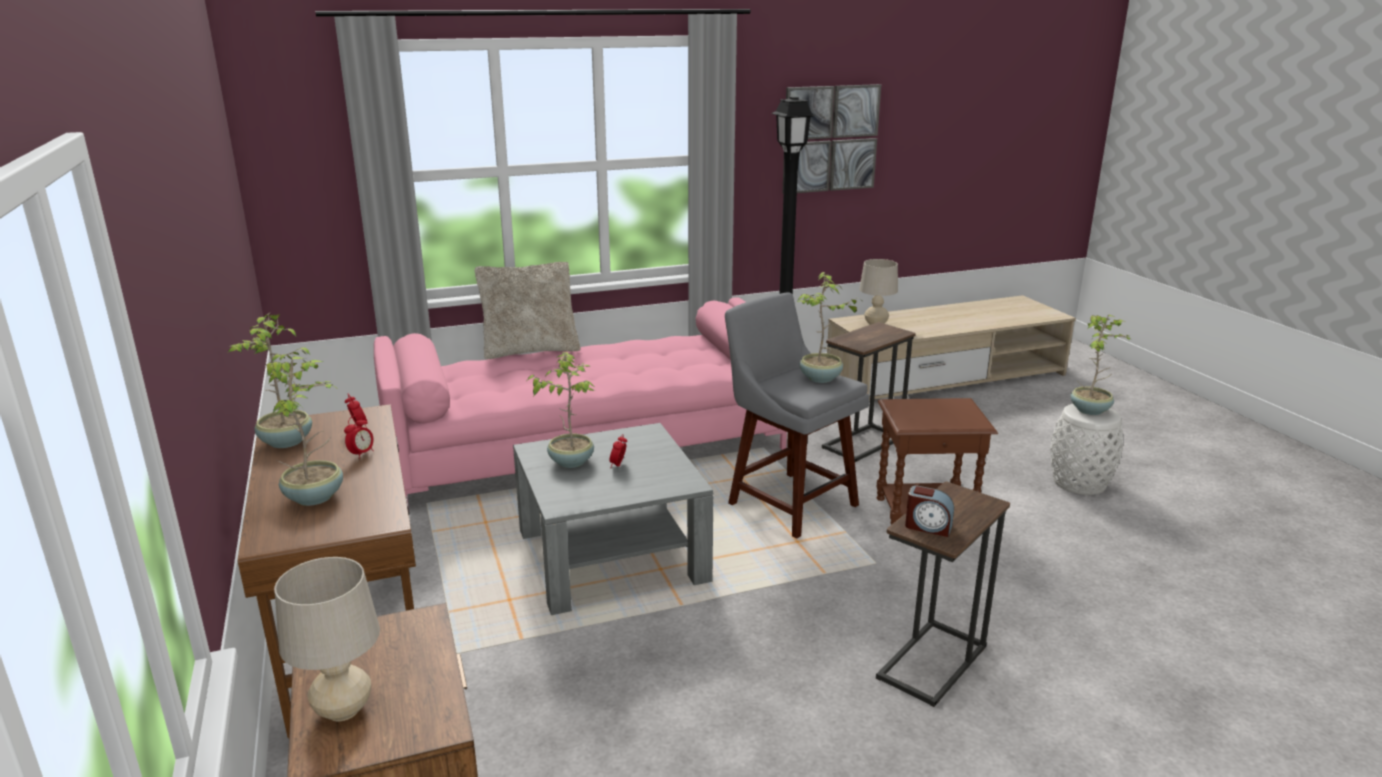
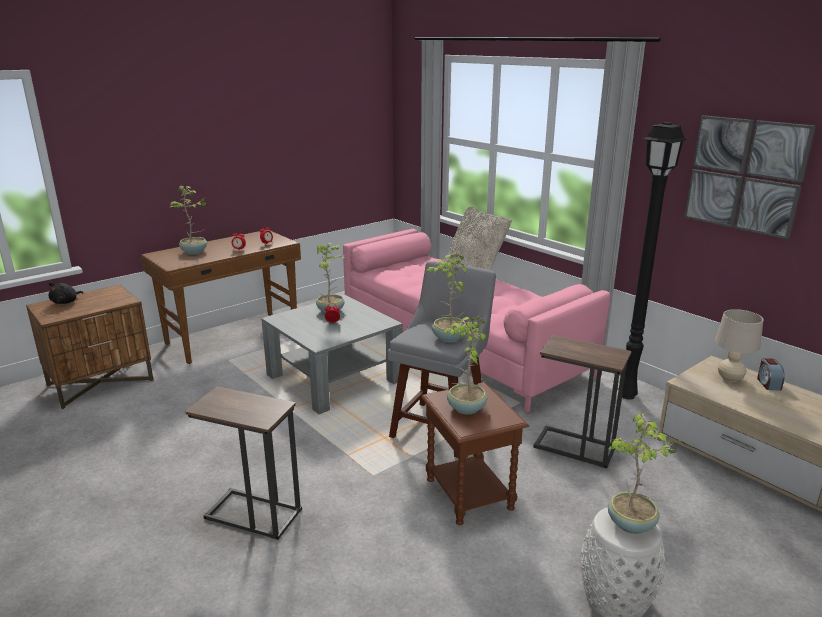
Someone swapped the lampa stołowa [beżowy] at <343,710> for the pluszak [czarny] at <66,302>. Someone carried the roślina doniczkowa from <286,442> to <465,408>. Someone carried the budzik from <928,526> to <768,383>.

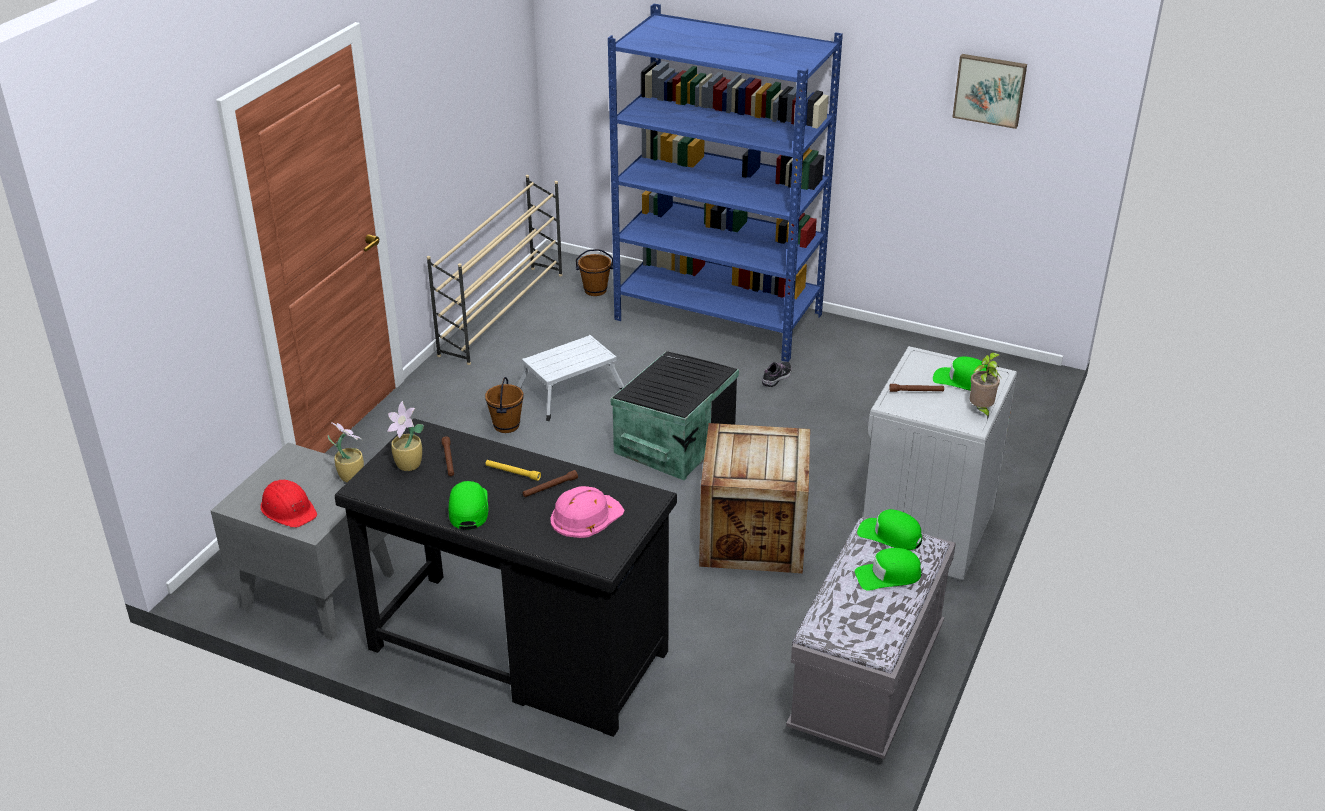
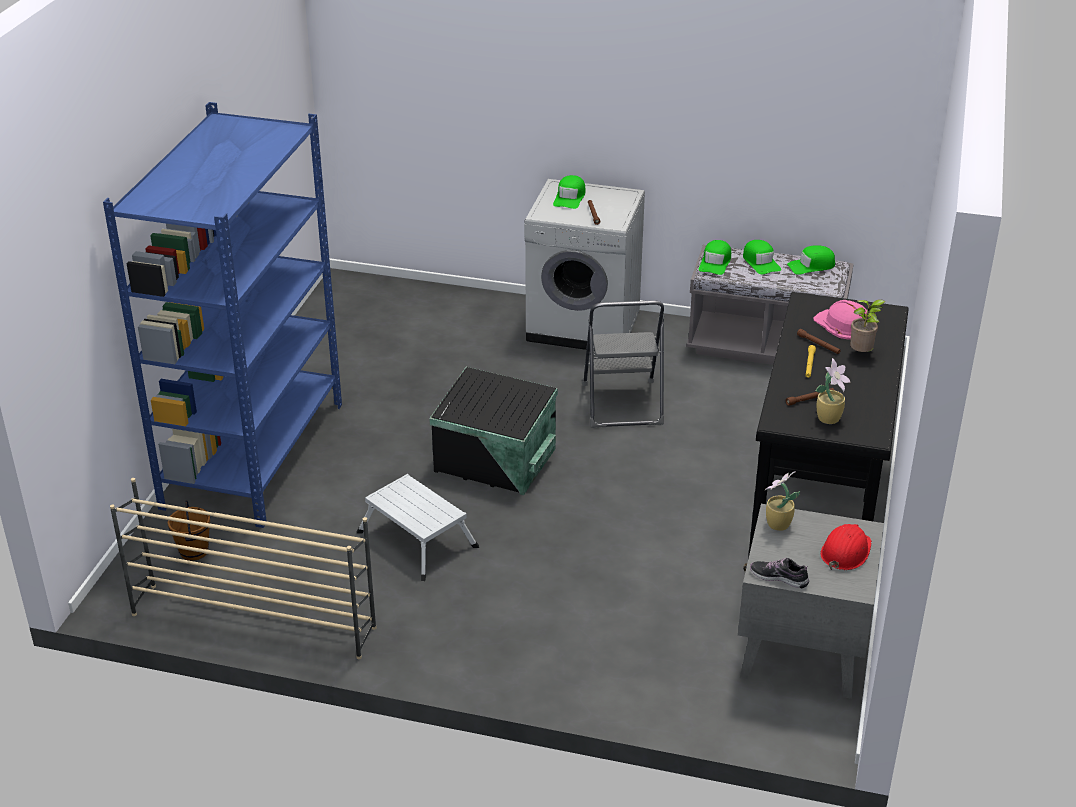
Someone swapped the skrzynka at <753,536> for the drabinka [szary] at <622,405>. Someone carried the but from <777,377> to <779,577>. Someone carried the czapka z daszkiem [zielony] from <468,508> to <811,266>. Someone carried the roślina doniczkowa from <981,410> to <862,354>. Someone took away the wiadro [brązowy] at <506,426>. Someone took away the obraz at <990,89>.

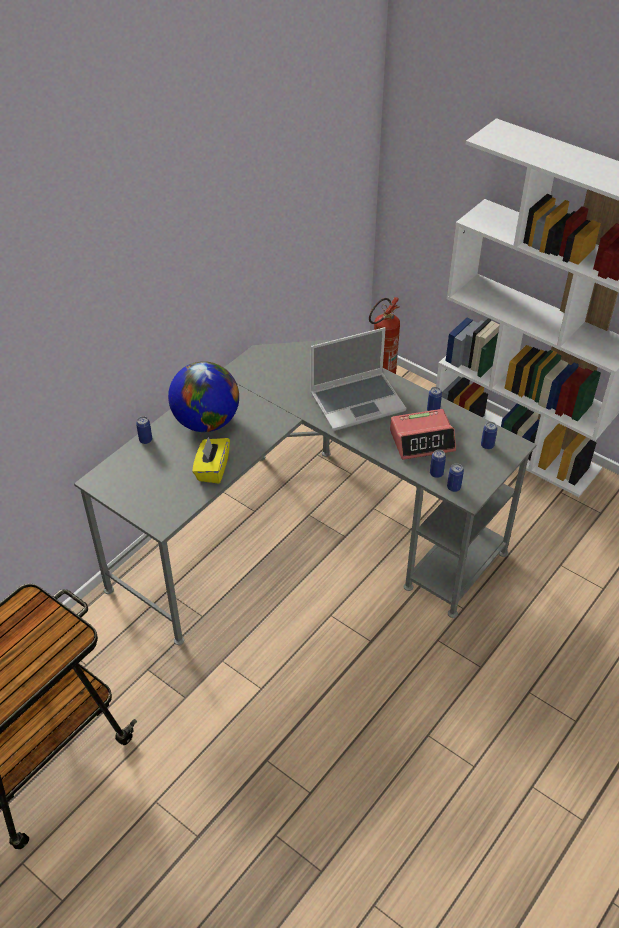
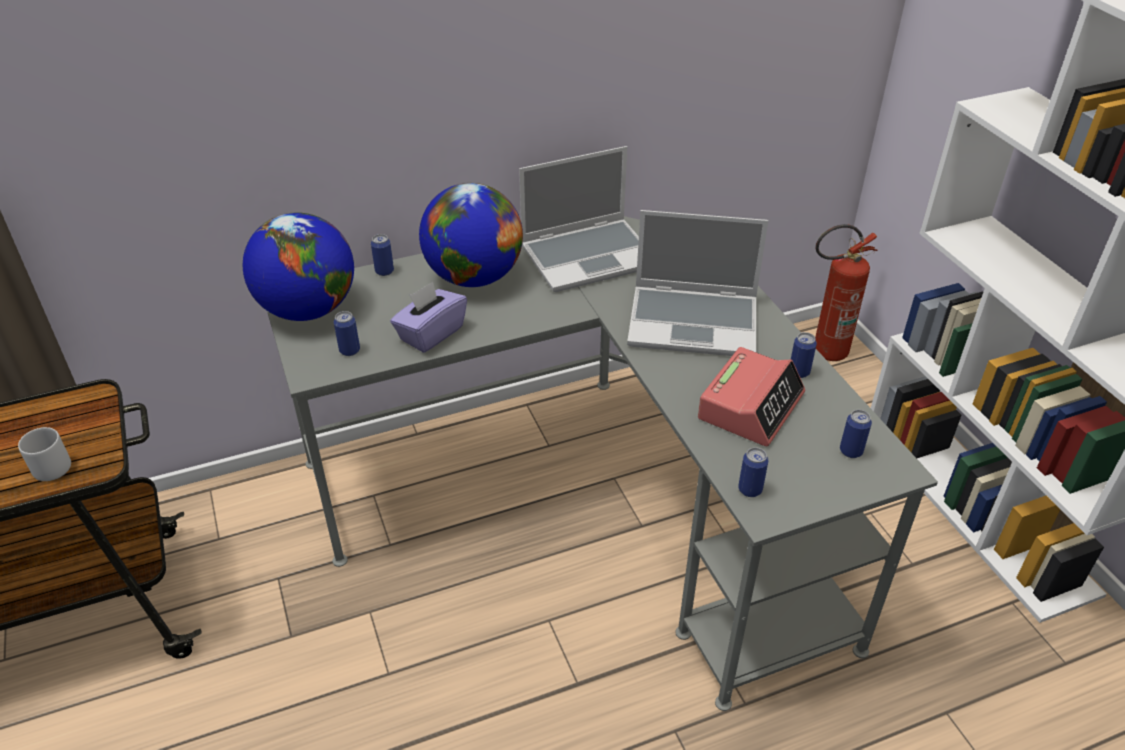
Someone put down the kubek [szary] at <51,465>. Someone put down the globus at <308,309>. Someone carried the puszka from <436,473> to <349,350>. Someone repainted the pudełko chusteczek [żółty] at <212,469>, which became the pudełko chusteczek [fioletowy] at <431,333>. Someone put down the laptop at <589,256>. Someone rotated the budzik at <422,440> by 75 degrees counterclockwise.

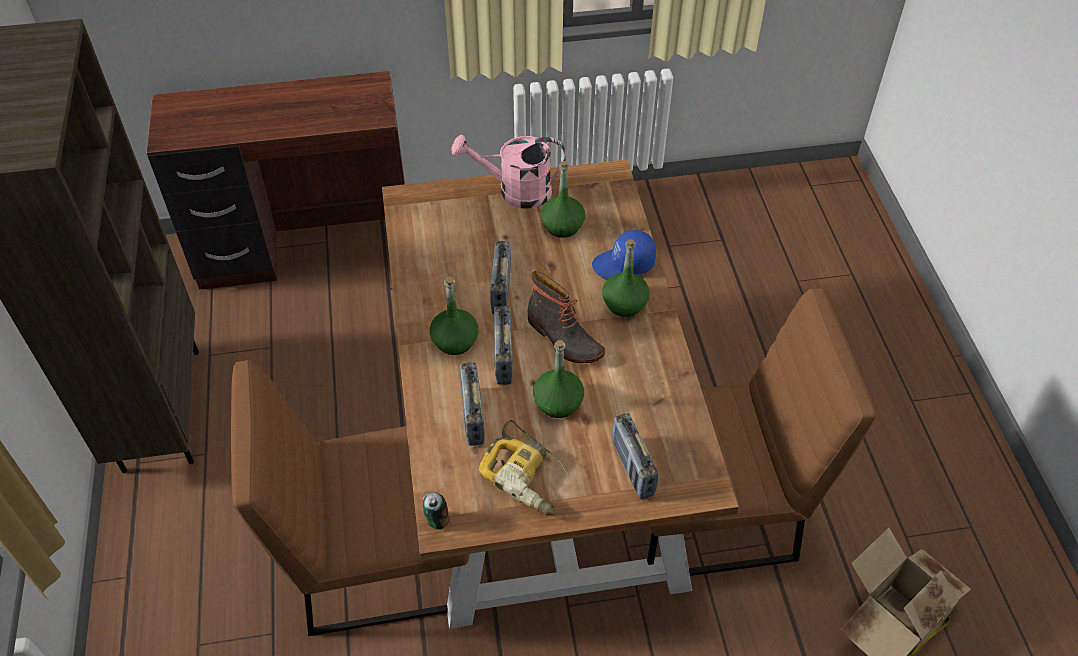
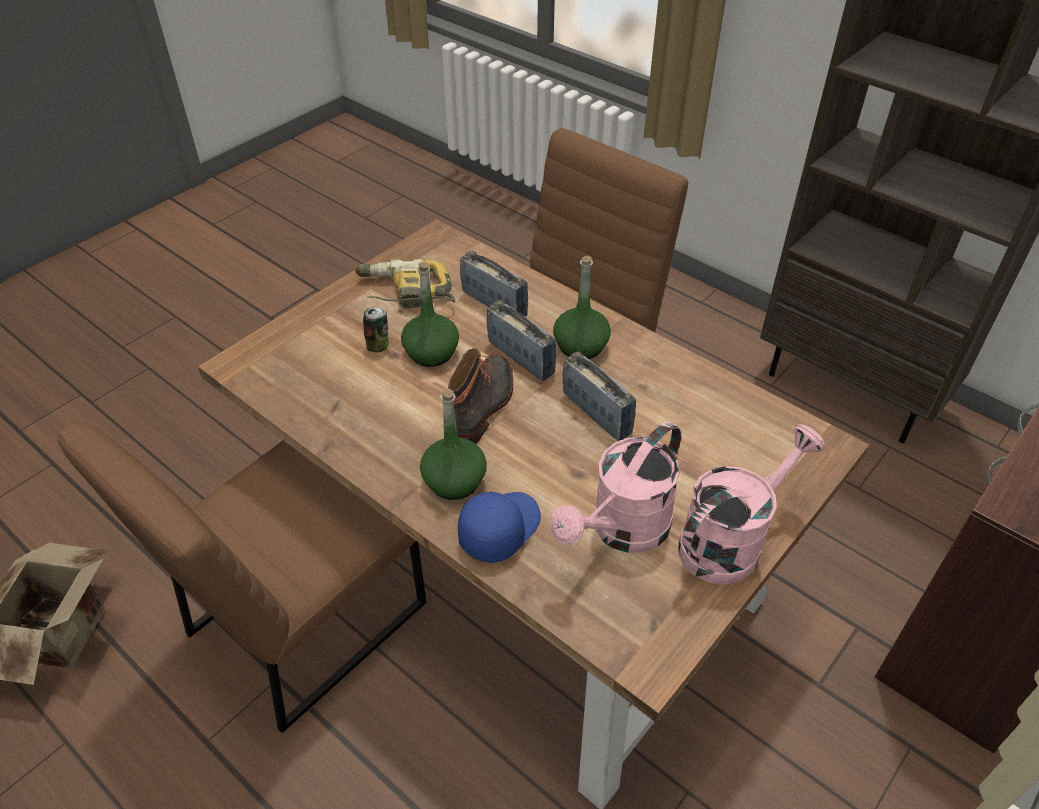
Someone carried the puszka from <436,521> to <378,346>. Someone rotated the but z cholewką at <563,339> by 105 degrees clockwise. Someone swapped the butelka [zielony] at <562,226> for the konewka [różowy] at <622,531>. Someone took away the radio at <632,468>.

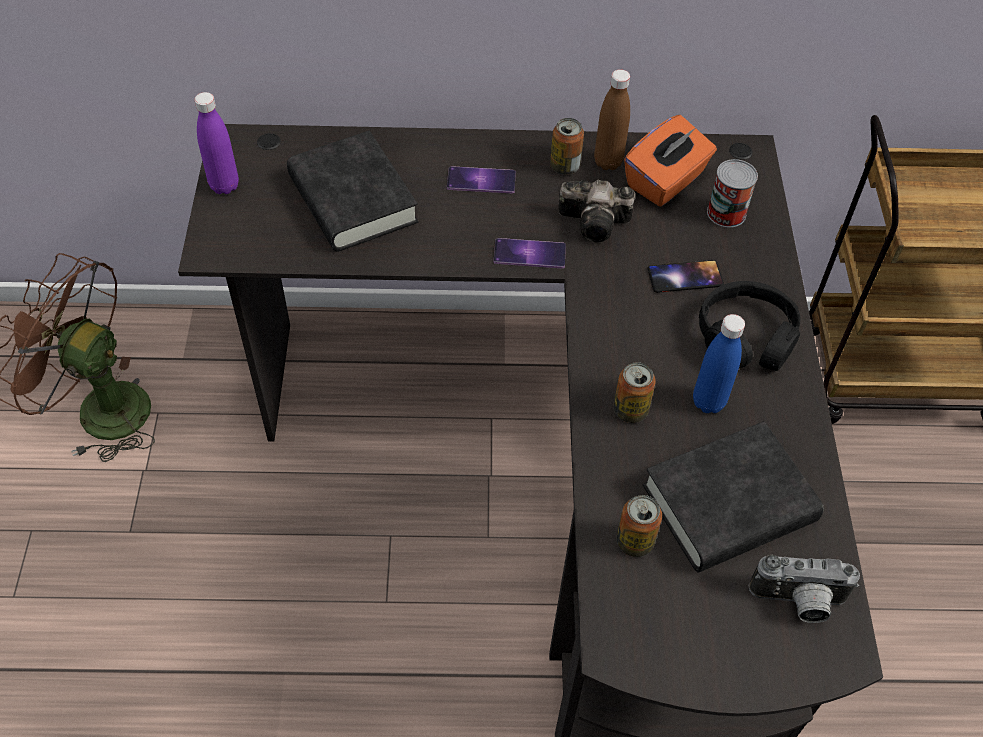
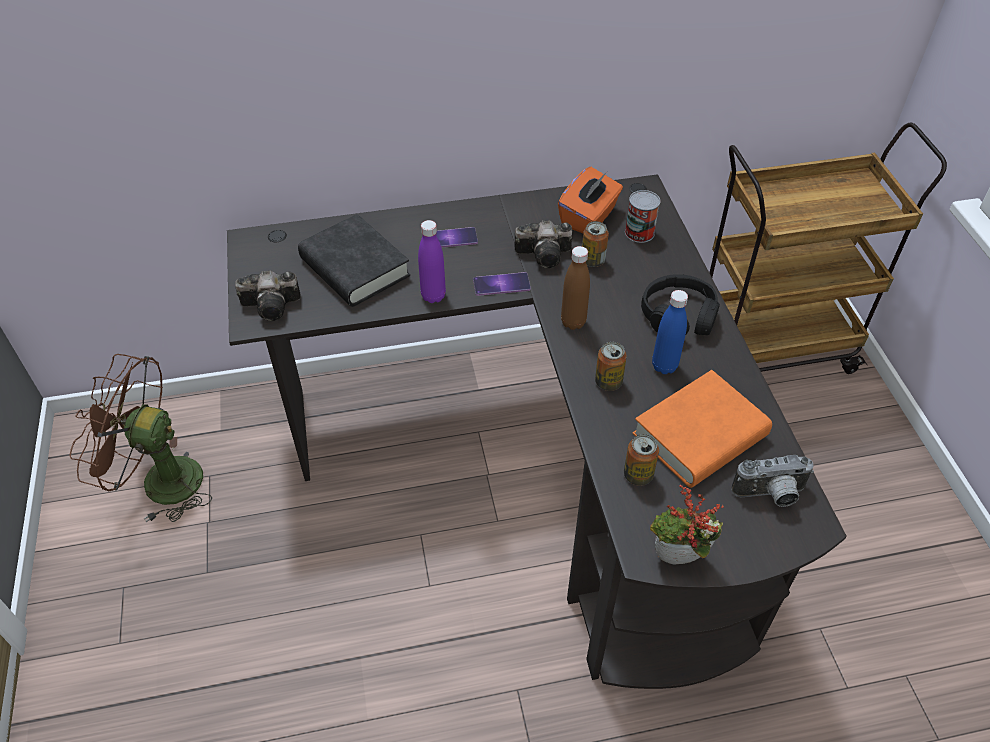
Someone put down the aparat fotograficzny at <274,305>. Someone carried the butelka [fioletowy] from <224,185> to <433,296>. Someone carried the butelka [brązowy] from <608,162> to <573,322>. Someone carried the puszka from <564,166> to <593,260>. Someone repainted the książka [czarny] at <728,504>, which became the książka [pomarańczowy] at <700,435>. Someone put down the roślina doniczkowa at <676,562>. Someone took away the telefon at <685,277>.

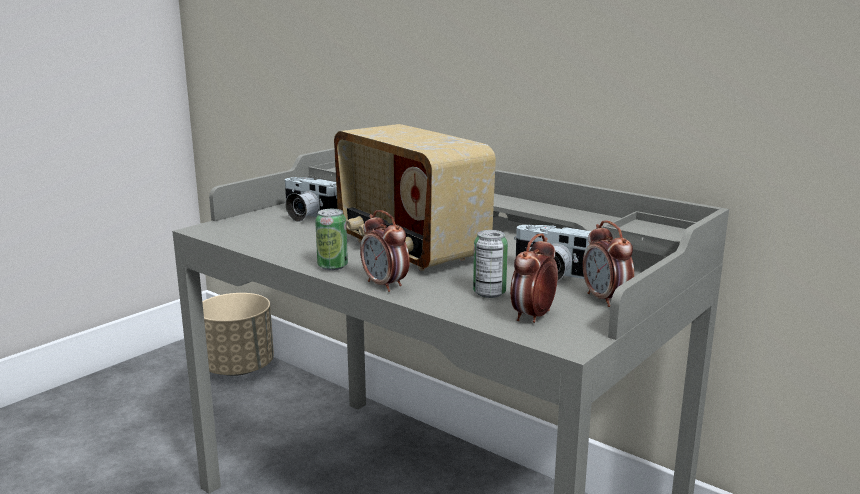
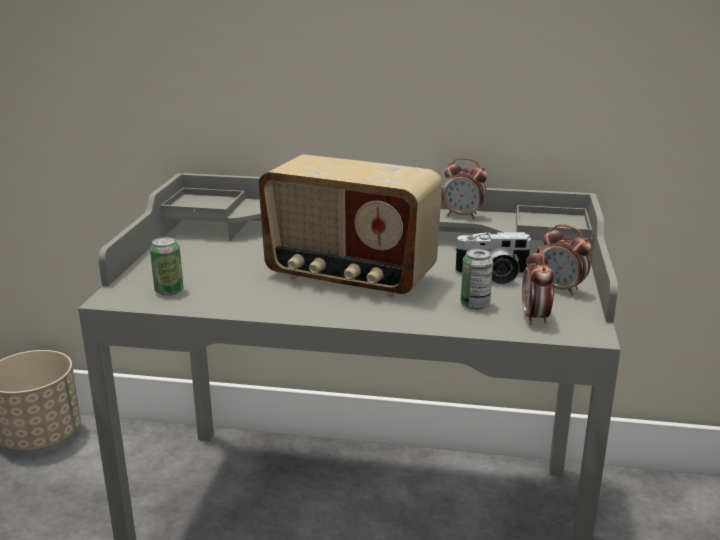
Someone carried the puszka from <332,266> to <169,291>. Someone carried the budzik from <385,285> to <463,215>. Someone took away the aparat fotograficzny at <306,216>.

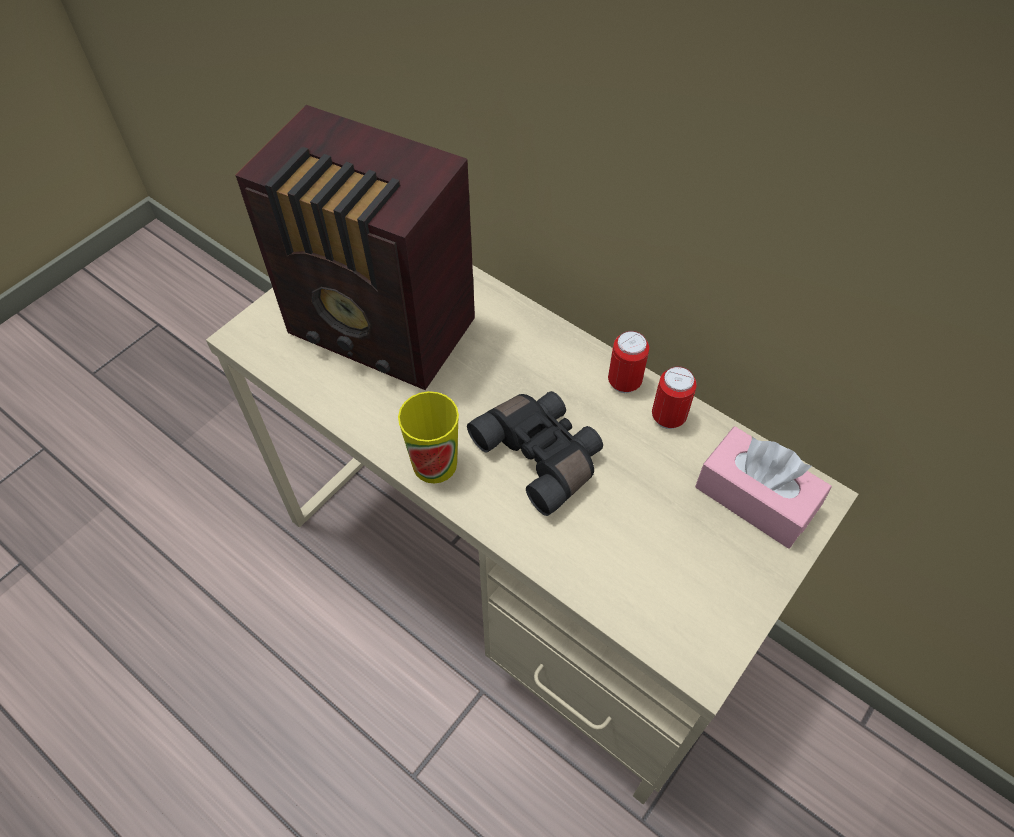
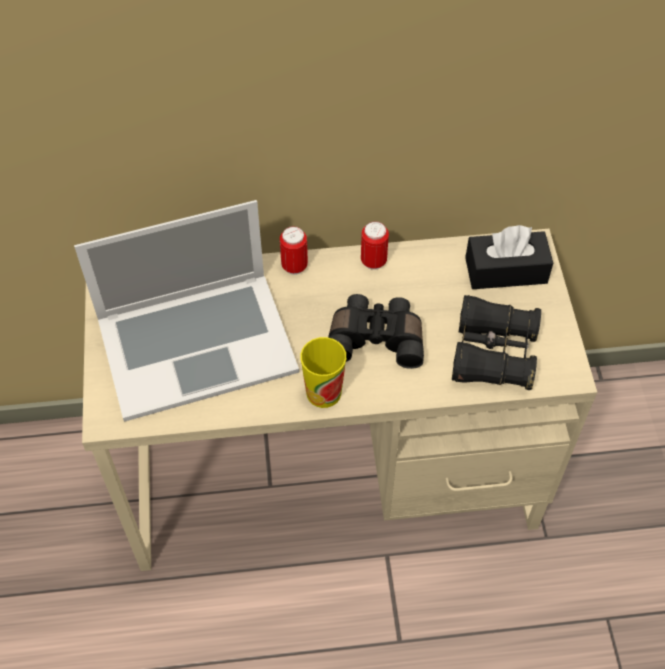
Someone swapped the radio at <383,331> for the laptop at <196,343>. Someone carried the puszka from <668,417> to <294,266>. Someone put down the lornetka [czarny] at <493,353>. Someone repainted the pudełko chusteczek [różowy] at <755,498>, which became the pudełko chusteczek [czarny] at <506,270>.

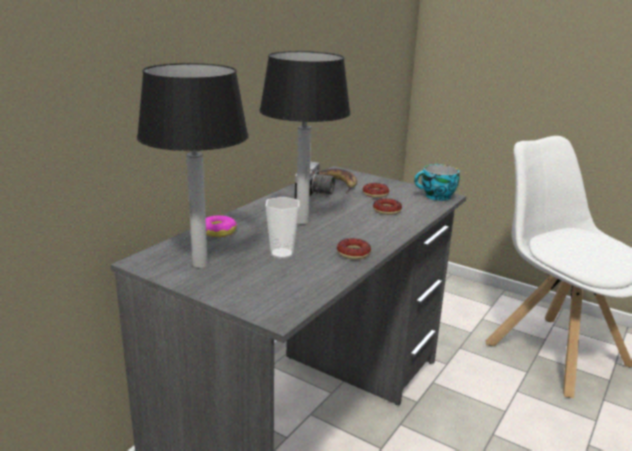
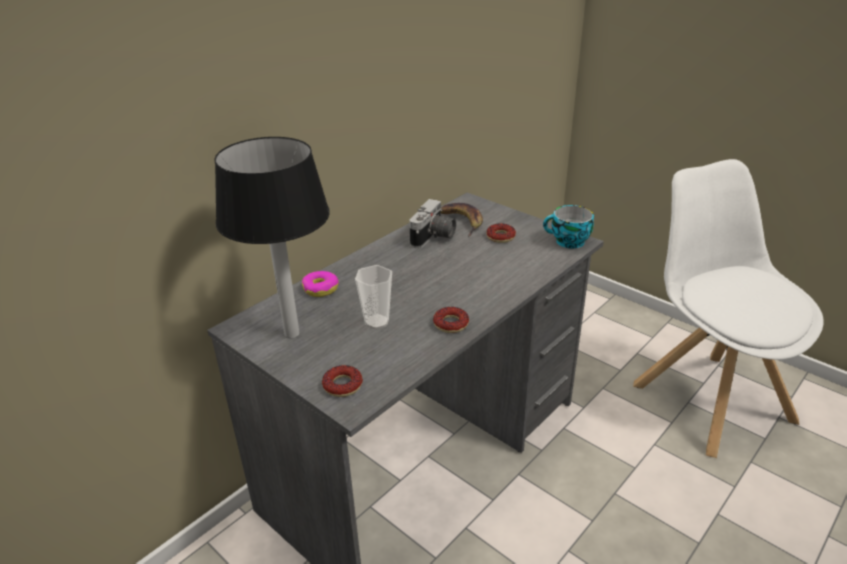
Someone carried the donut from <387,210> to <342,385>. Someone took away the lampa stołowa at <301,222>.

